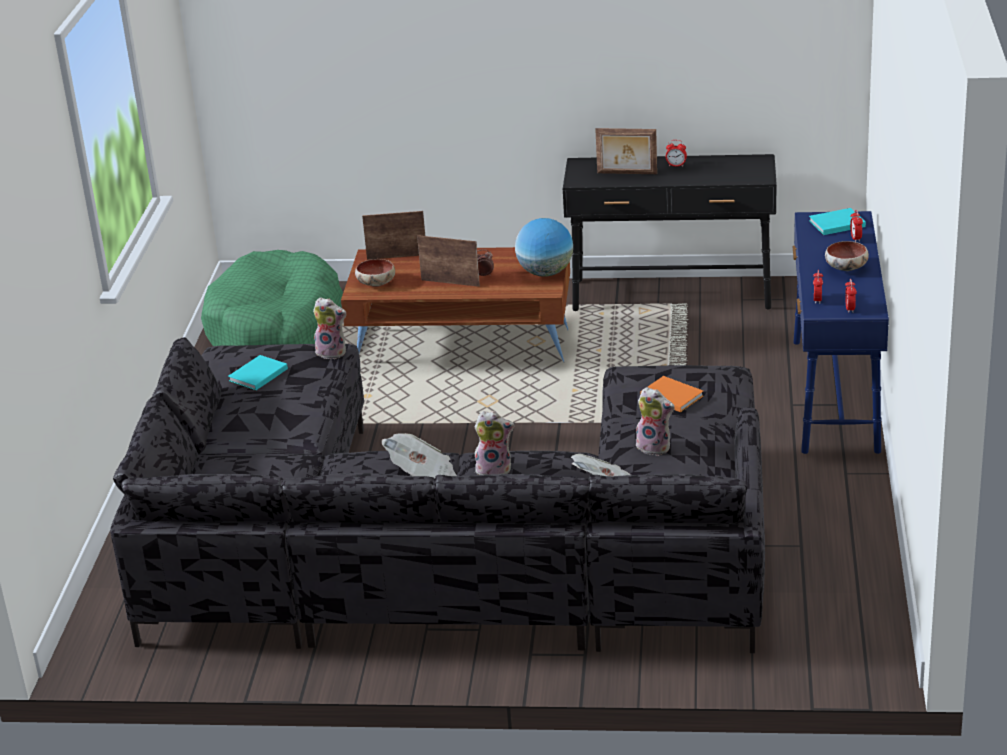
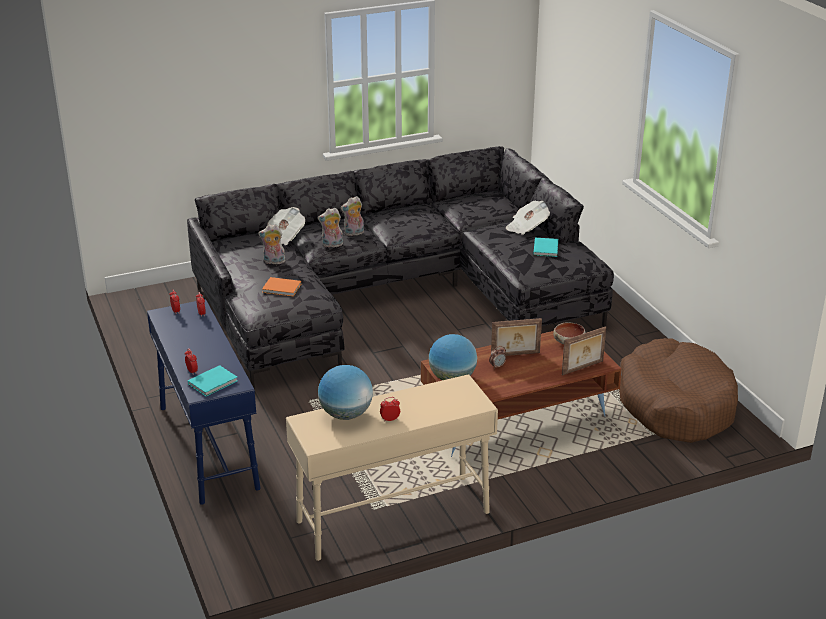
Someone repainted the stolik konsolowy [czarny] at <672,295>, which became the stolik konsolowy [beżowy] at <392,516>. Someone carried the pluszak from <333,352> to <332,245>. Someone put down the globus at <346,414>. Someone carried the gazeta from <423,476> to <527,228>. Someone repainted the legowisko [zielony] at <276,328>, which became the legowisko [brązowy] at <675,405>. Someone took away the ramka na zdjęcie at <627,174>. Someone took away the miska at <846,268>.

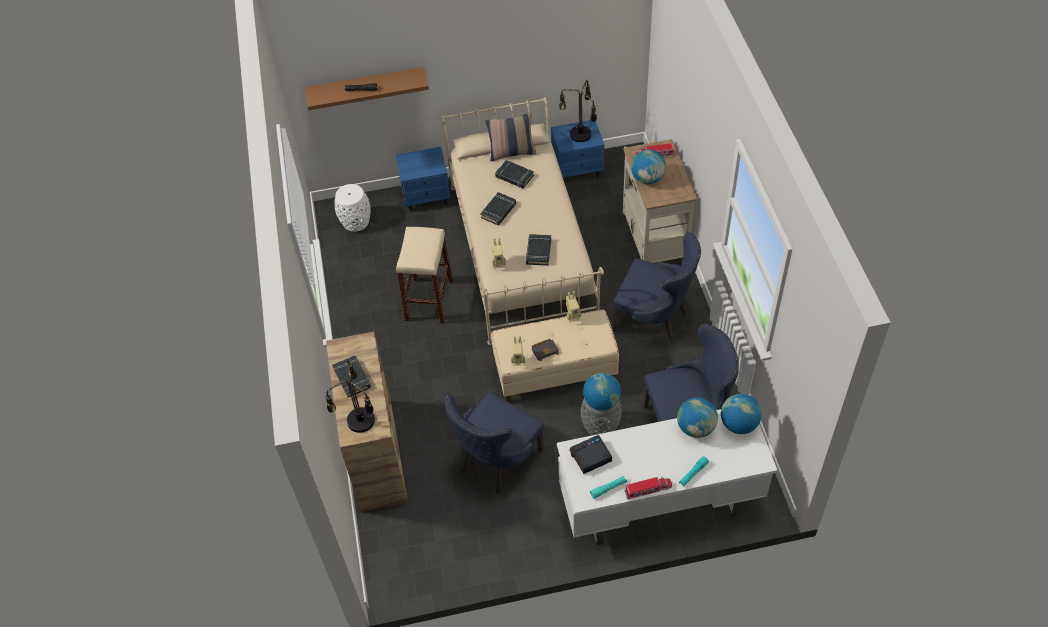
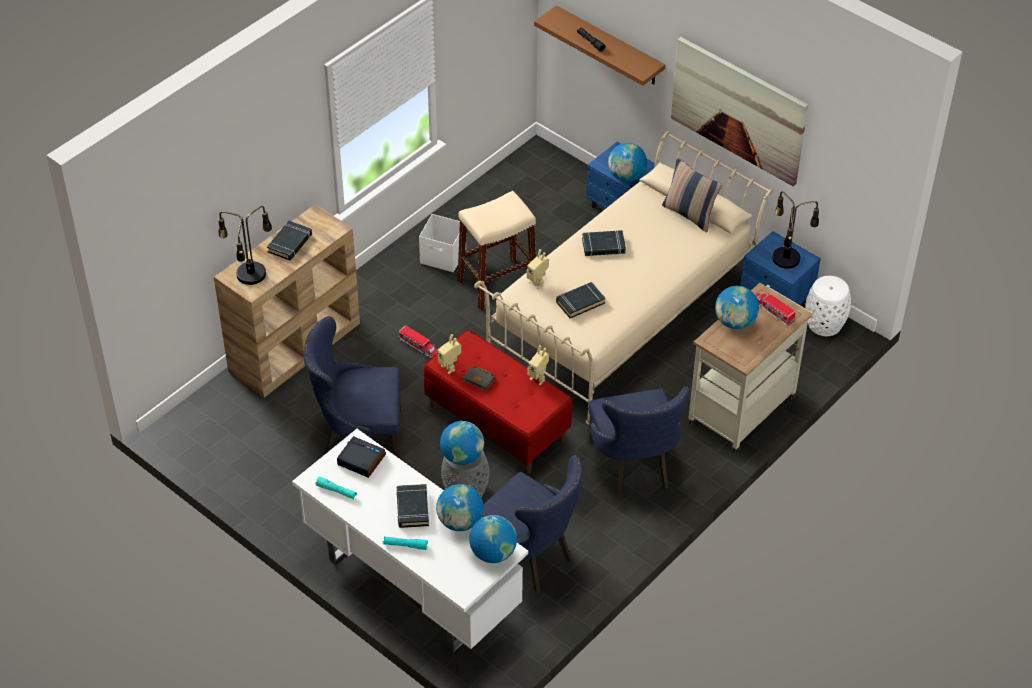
Someone carried the książka [czarny] from <514,176> to <412,508>. Someone carried the ciężarówka zabawkowa from <648,490> to <419,346>. Someone put down the pojemnik do przechowywania [biały] at <443,257>. Someone repainted the ławka [beżowy] at <555,372>, which became the ławka [czerwony] at <498,423>. Someone put down the globus at <626,176>. Someone put up the obraz at <738,110>. Someone carried the stołek [biały] from <356,222> to <824,324>.

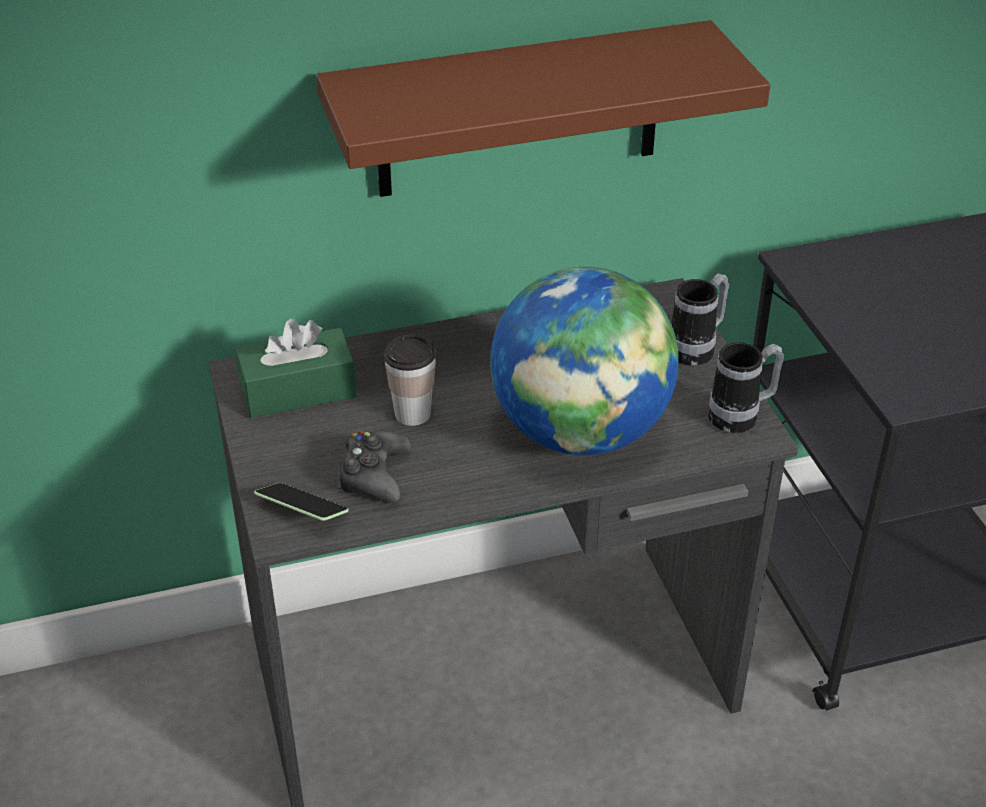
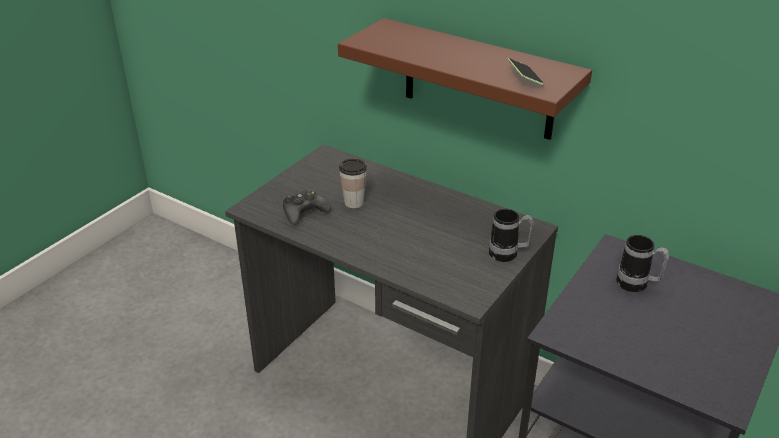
Someone carried the telefon from <302,511> to <524,79>. Someone carried the kubek from <742,416> to <637,285>. Someone took away the pudełko chusteczek [zielony] at <298,390>. Someone took away the globus at <581,432>.

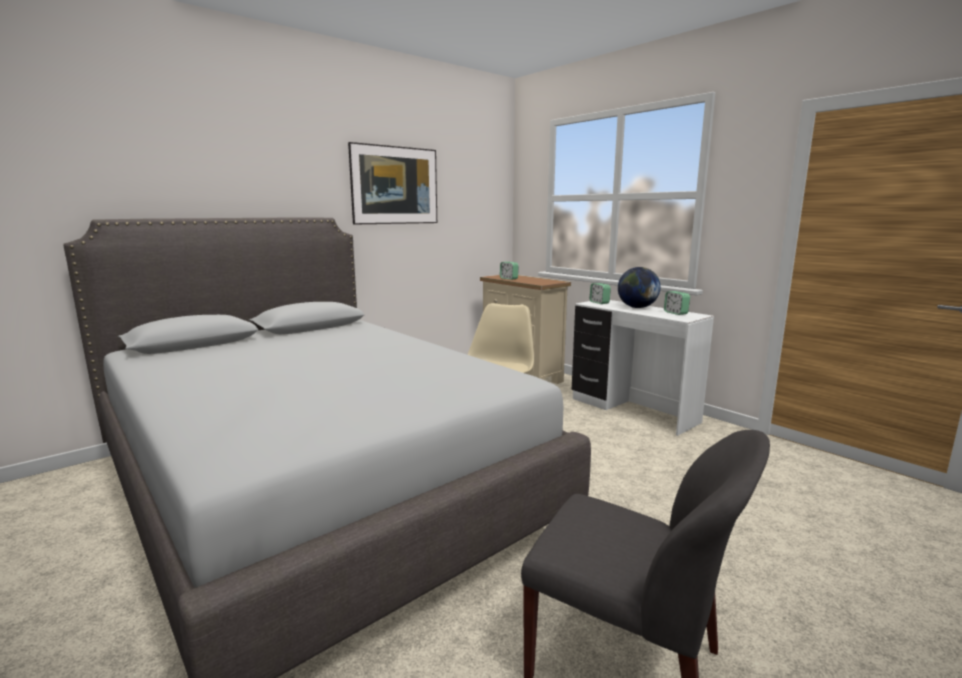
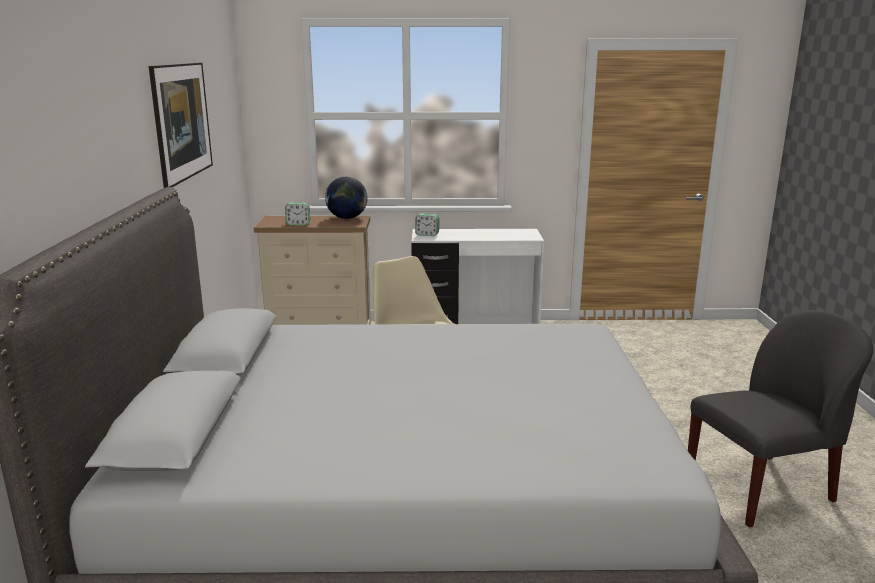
Someone carried the globus from <637,307> to <347,218>. Someone took away the budzik at <675,313>.

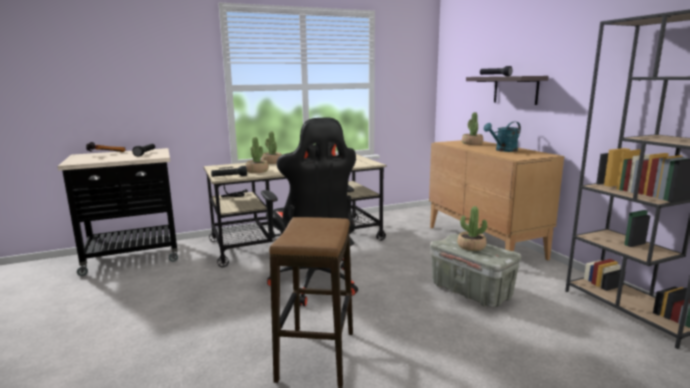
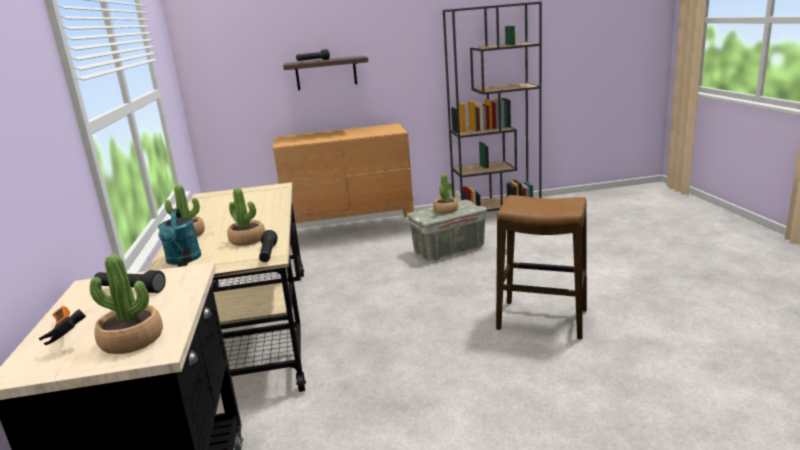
Someone carried the roślina doniczkowa from <472,143> to <132,340>. Someone carried the konewka [turkusowy] from <503,150> to <183,260>. Someone took away the krzesło biurowe [czarny] at <312,279>.

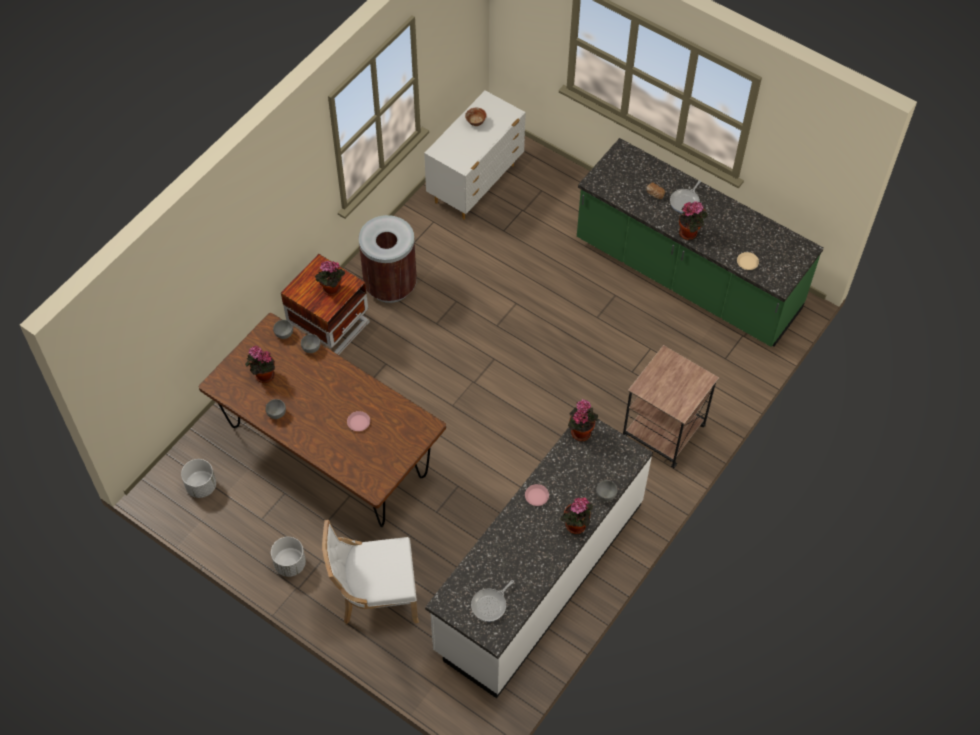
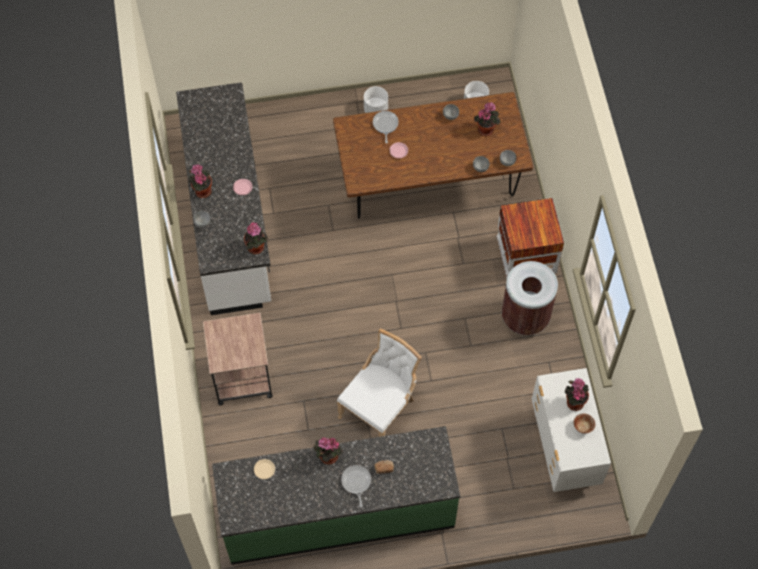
Someone carried the krzesło [biały] from <375,596> to <380,408>. Someone carried the patelnia from <490,605> to <385,125>. Someone carried the roślina doniczkowa from <331,290> to <574,401>.

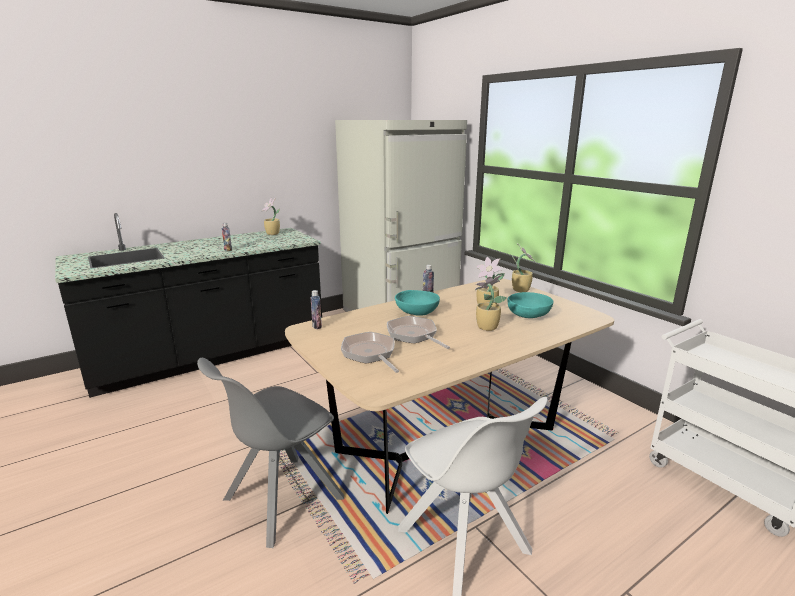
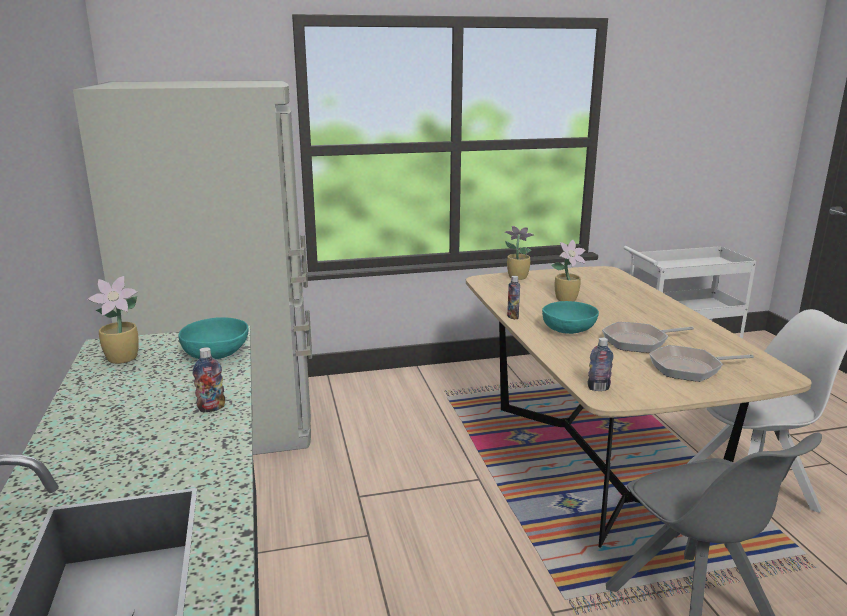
Someone carried the miska [turkusowy] from <529,315> to <217,353>. Someone took away the roślina doniczkowa at <486,327>.

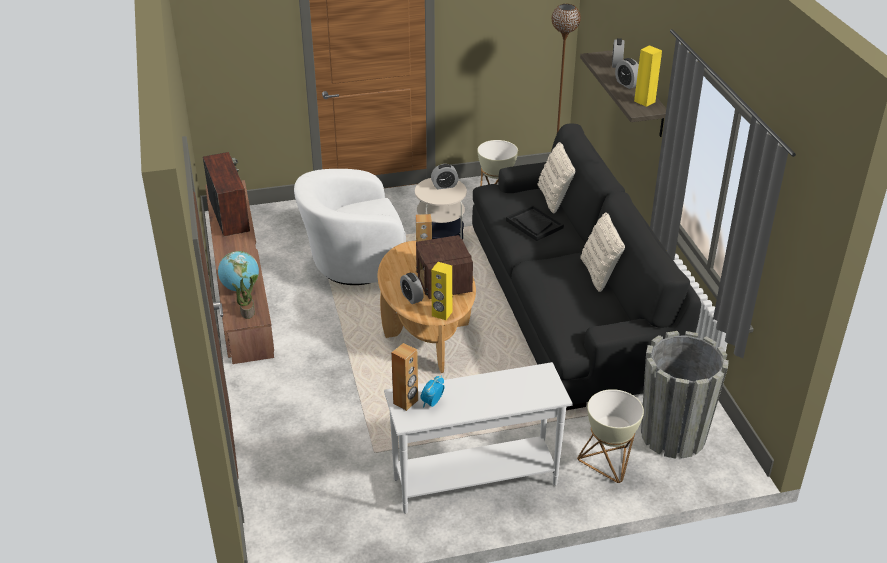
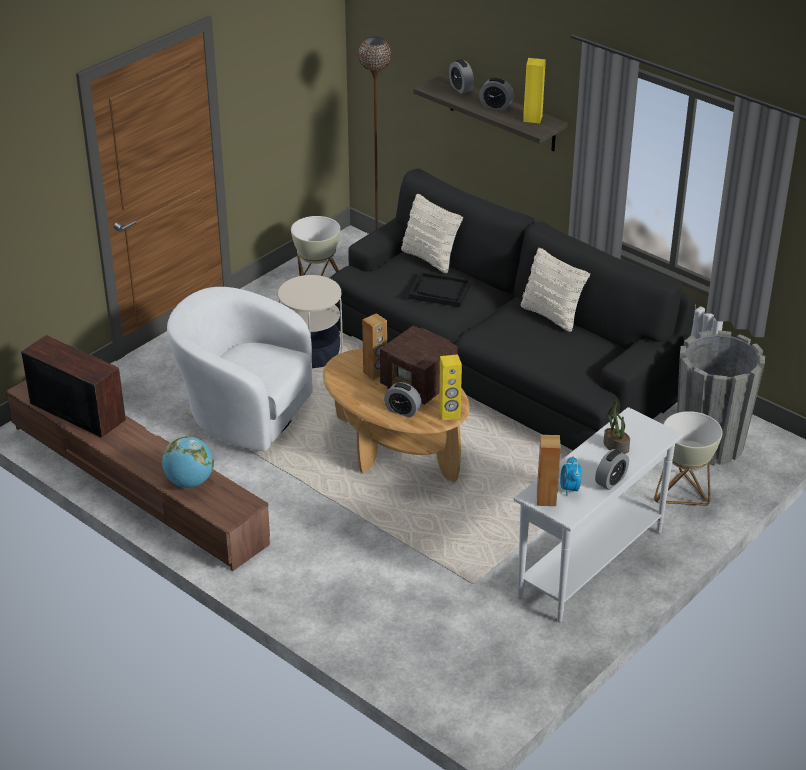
Someone rotated the fotel [biały] at <354,264> by 75 degrees clockwise. Someone carried the budzik from <444,186> to <611,481>. Someone carried the roślina doniczkowa from <247,311> to <615,446>.

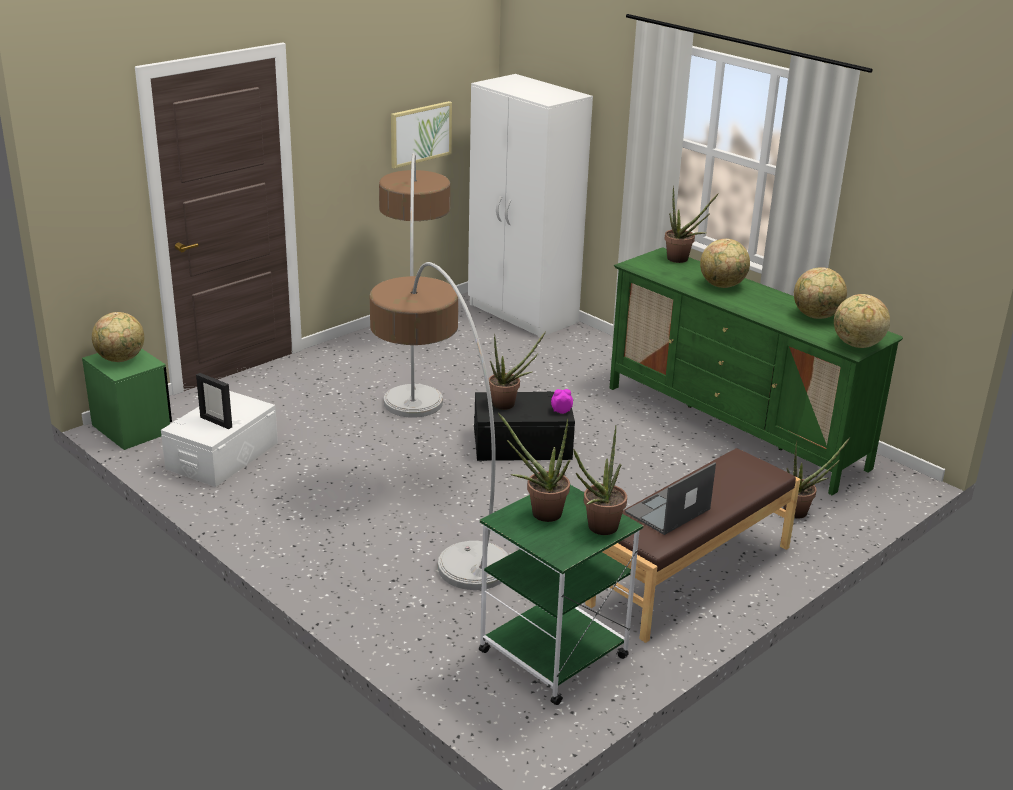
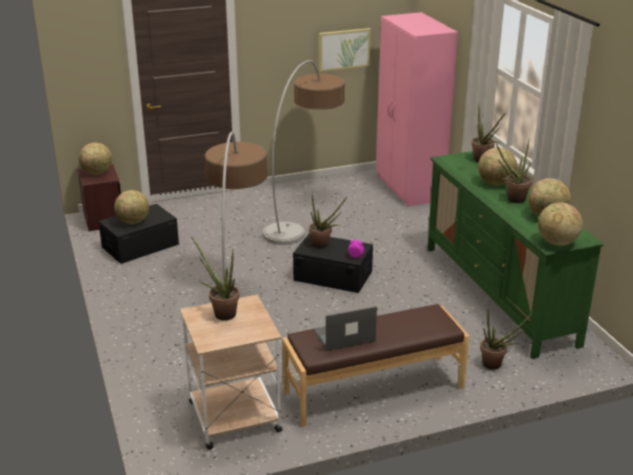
Someone repainted the szafka nocna [zielony] at <132,428>, which became the szafka nocna [brązowy] at <103,219>. Someone repainted the pojemnik do przechowywania [biały] at <222,456>, which became the pojemnik do przechowywania [czarny] at <140,246>. Someone swapped the ramka na zdjęcie at <216,422> for the globus at <133,222>. Someone repainted the wózek [zielony] at <552,655>, which became the wózek [beżowy] at <233,417>. Someone repainted the szafa [biały] at <523,314>, which became the szafa [różowy] at <409,188>. Someone carried the roślina doniczkowa from <598,529> to <512,200>.

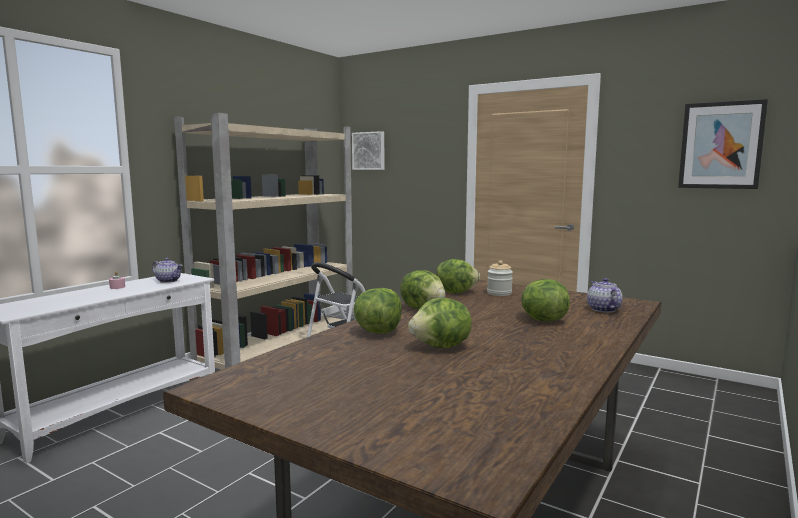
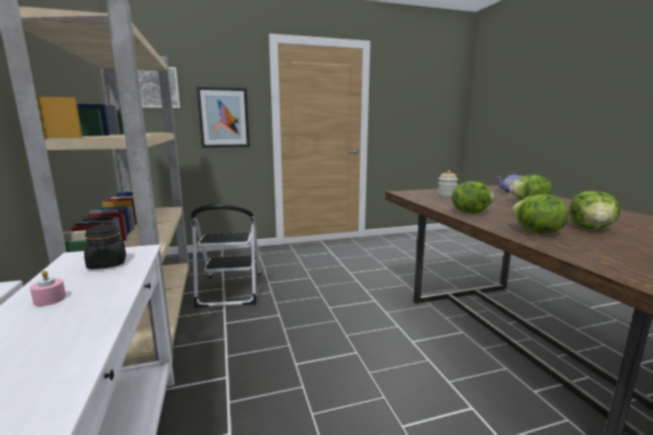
Someone swapped the imbryk at <169,281> for the słoik [czarny] at <107,264>. Someone carried the obraz from <721,145> to <224,117>. Someone took away the sałata at <455,292>.

